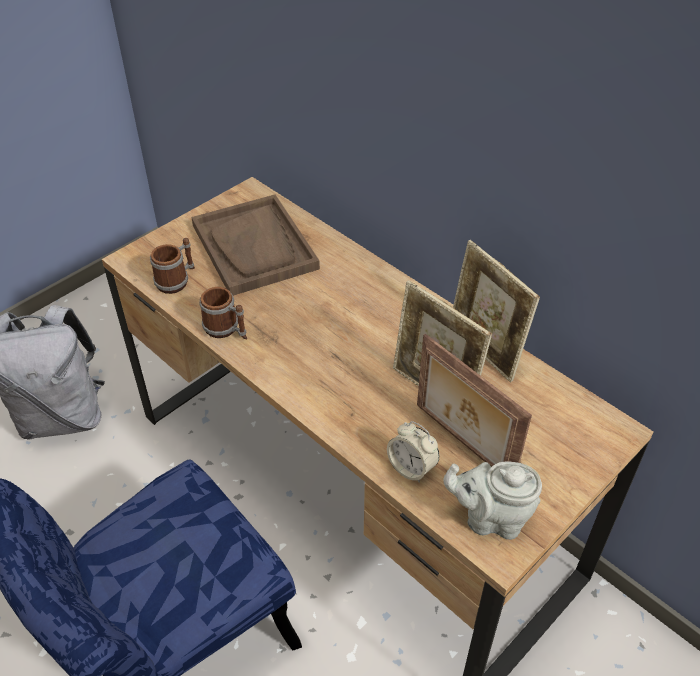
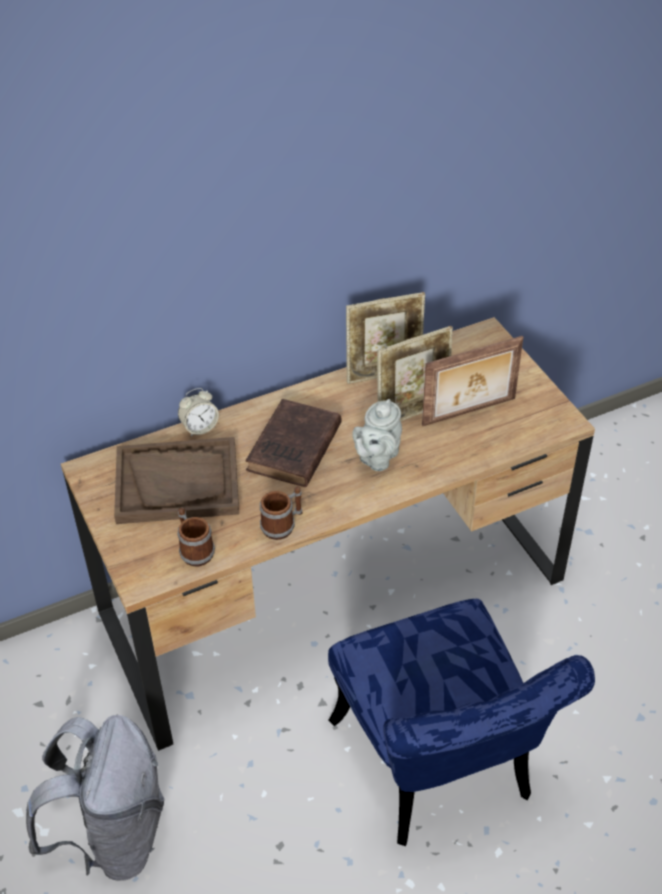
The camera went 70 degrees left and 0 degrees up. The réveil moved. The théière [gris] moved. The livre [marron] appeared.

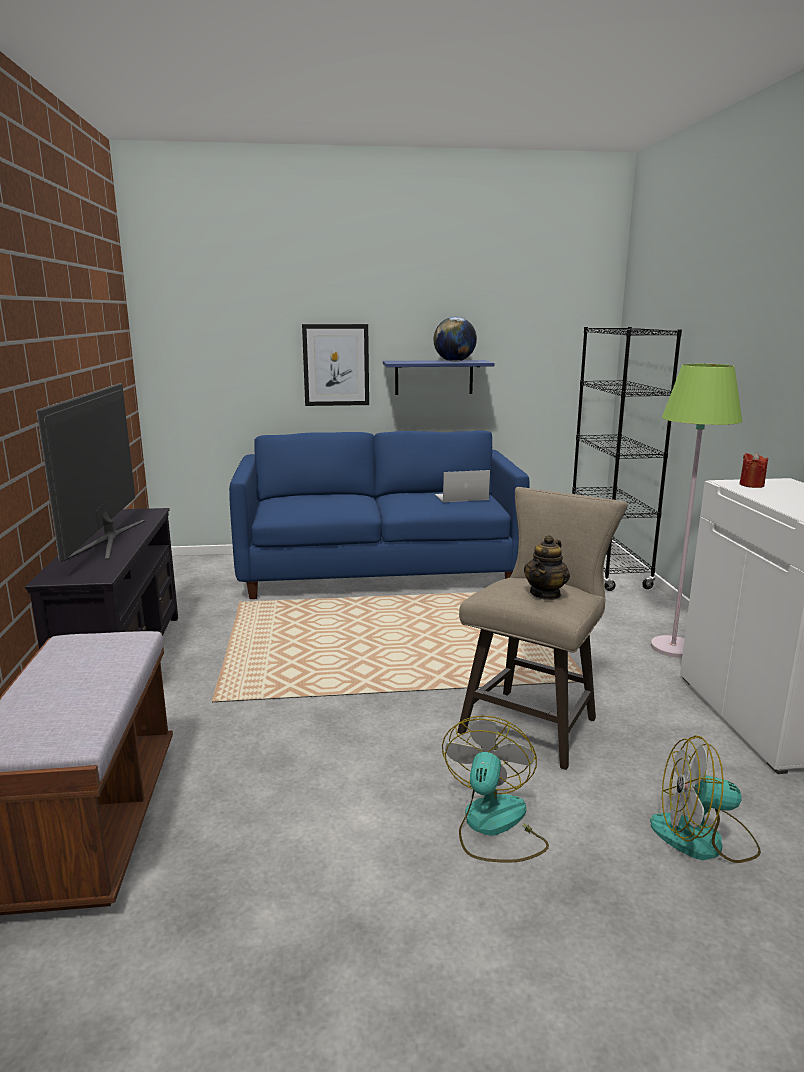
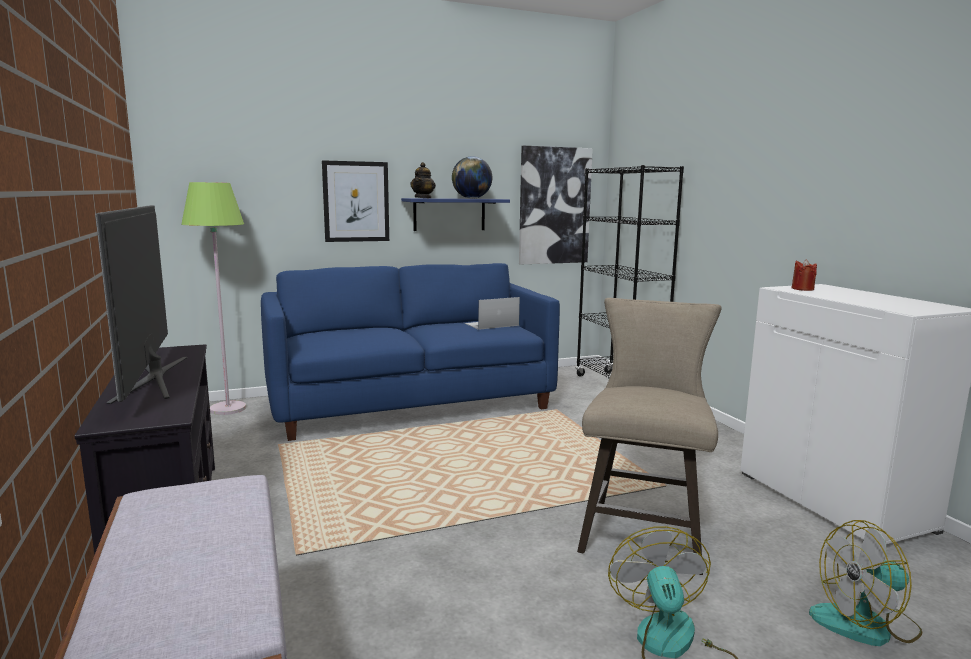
The camera went 15 degrees left and 5 degrees down. The lampadaire [vert] moved. The théière moved. The tableau (no. 2 from left) appeared.

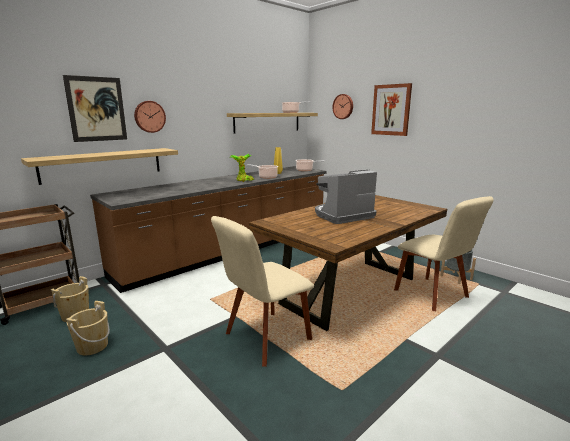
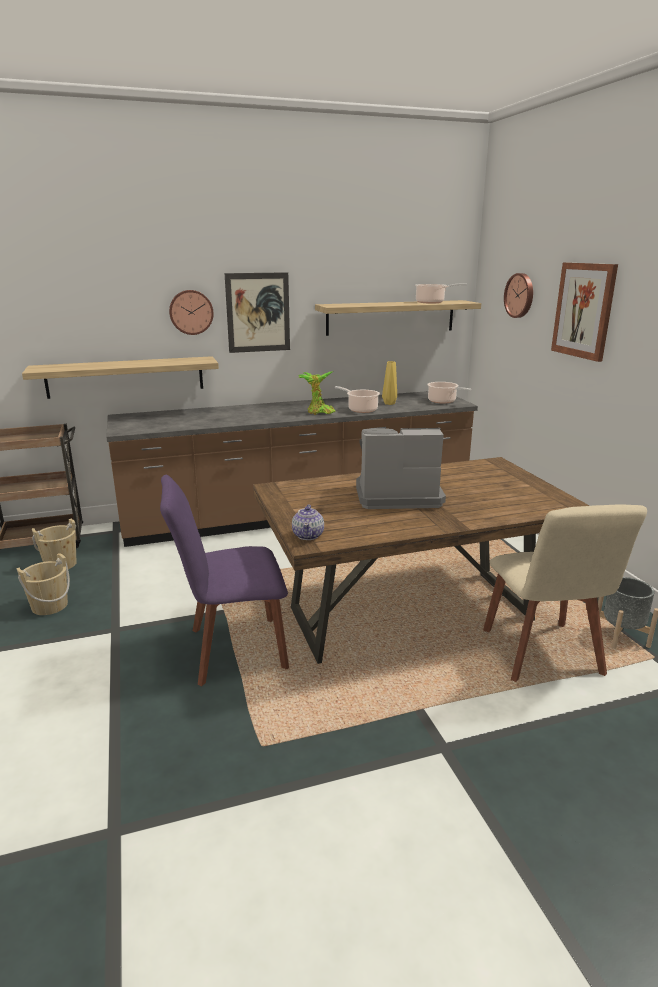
The camera went 25 degrees right and 5 degrees up. The tableau (no. 1 from left) moved. The chaise [beige] (no. 1 from left) became the chaise [violet]. The théière appeared.

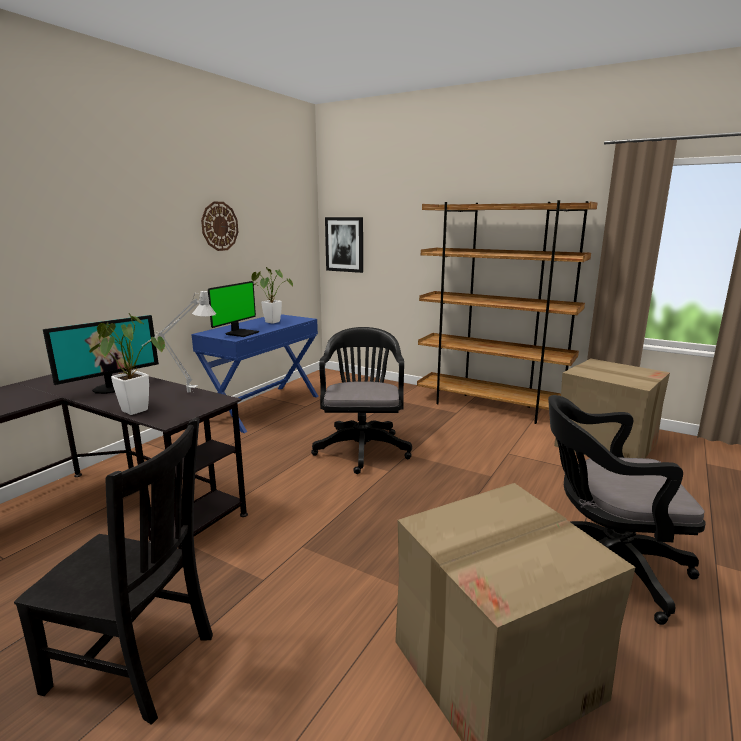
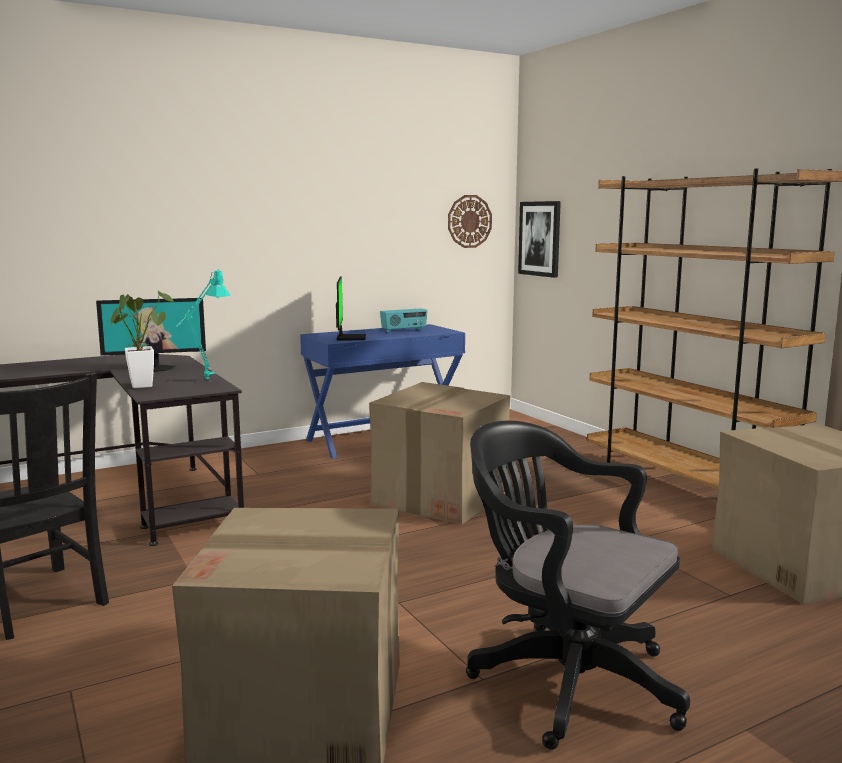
The camera went 30 degrees right and 5 degrees down. The horloge murale moved. The plante en pot (no. 2 from left) was replaced by the radio. The écran d'ordinateur (no. 2 from left) turned 60 degrees counterclockwise. The lampe de table [gris] became the lampe de table [turquoise]. The chaise de bureau [noir] (no. 1 from left) was replaced by the carton (no. 2 from left).

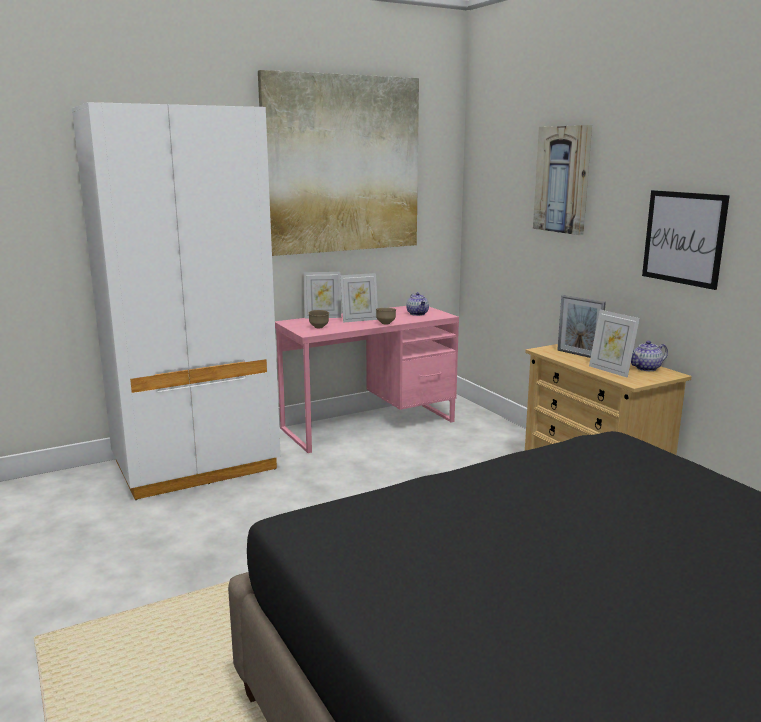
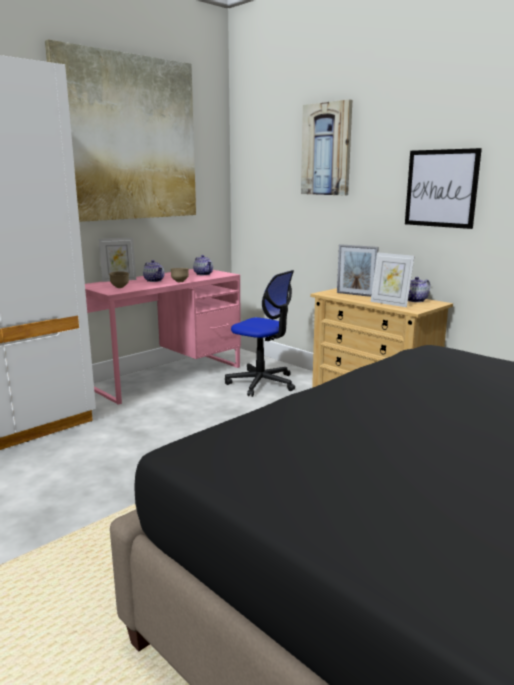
The camera went 15 degrees left and 0 degrees up. The cadre photo (no. 2 from left) was replaced by the théière (no. 1 from left). The chaise de bureau appeared.

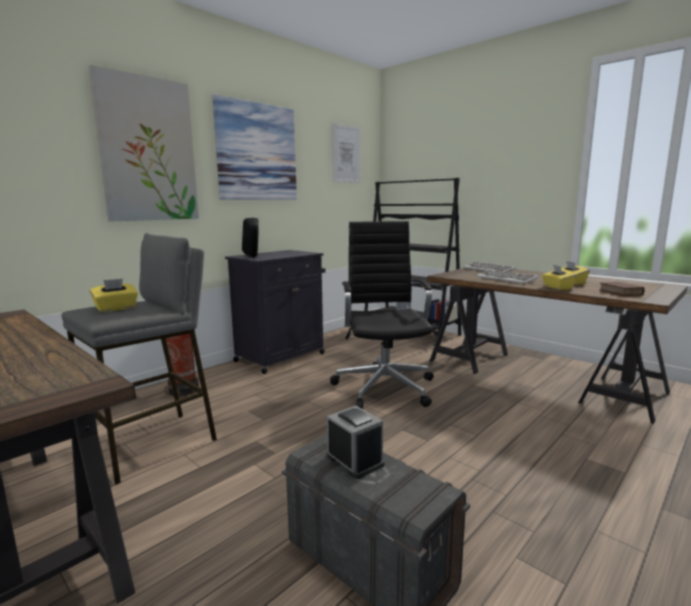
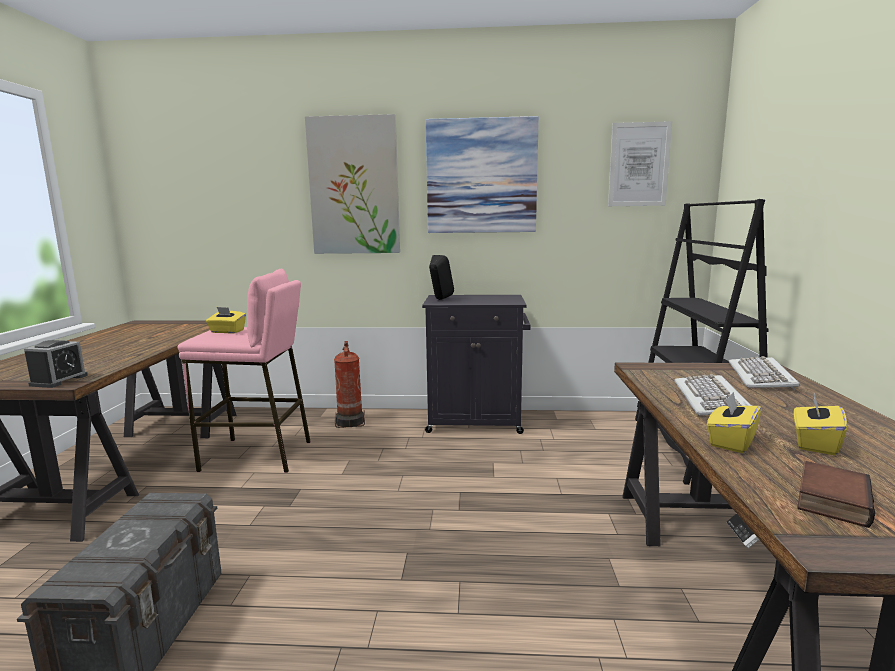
The camera went 50 degrees right and 0 degrees up. The chaise de bureau [noir] disappeared. The tabouret [gris] became the tabouret [rose]. The réveil moved.

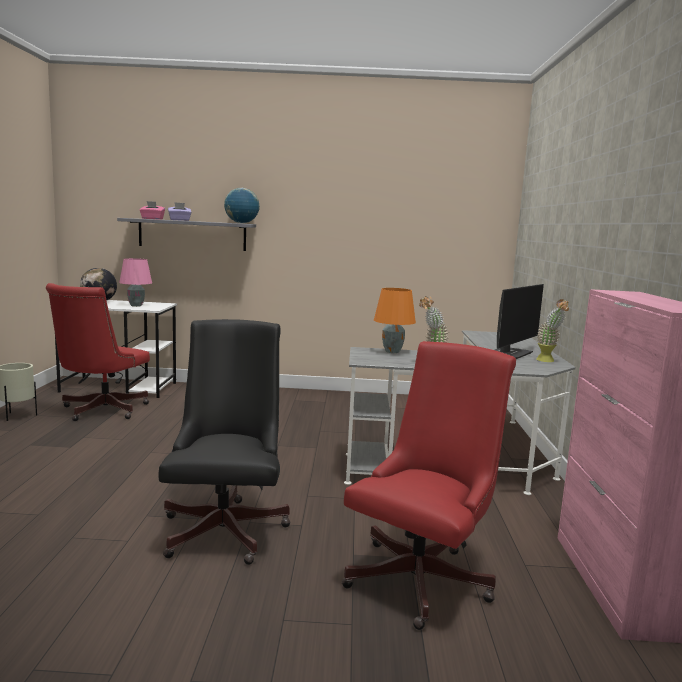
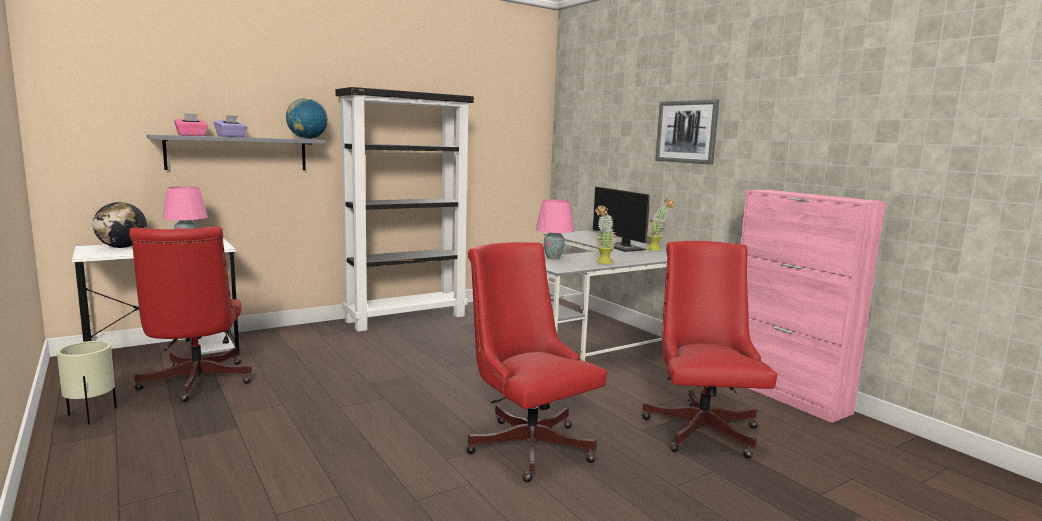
The camera went 35 degrees left and 0 degrees up. The écran d'ordinateur turned 150 degrees clockwise. The lampe de table [orange] became the lampe de table [rose] (no. 2 from left). The chaise de bureau [noir] became the chaise de bureau [rouge] (no. 2 from left). The bibliothèque [noir] appeared. The tableau appeared.

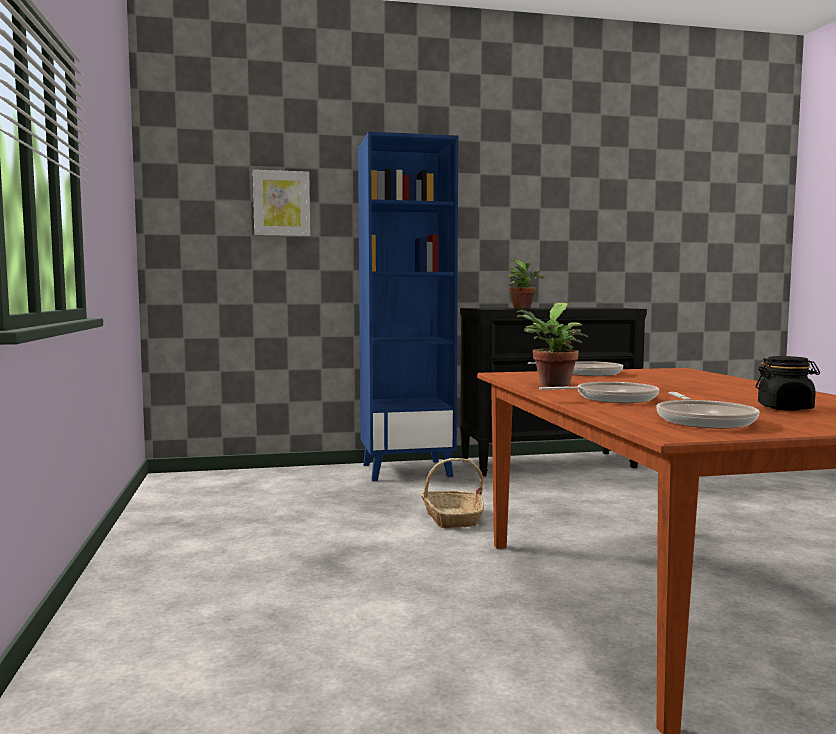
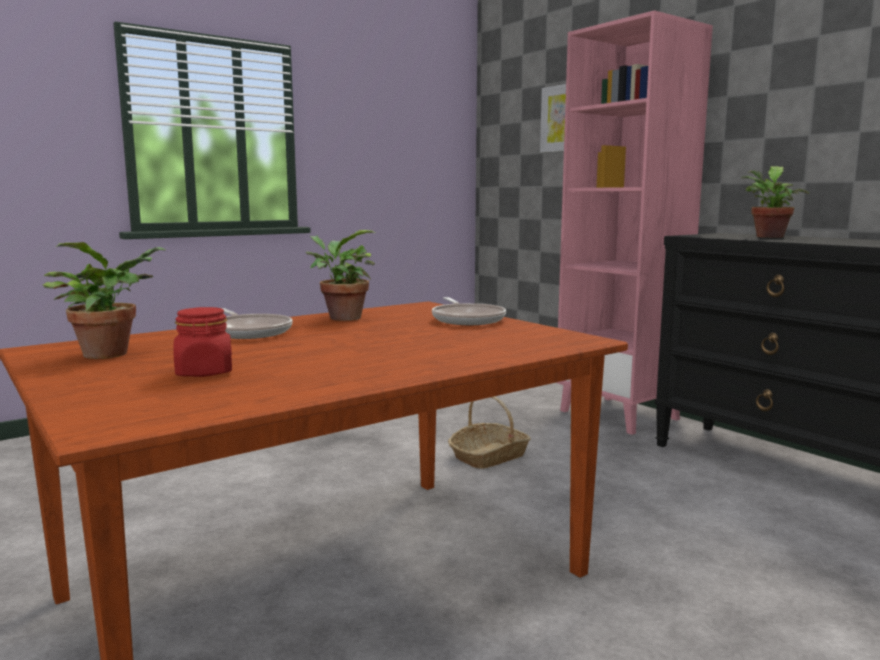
The camera went 65 degrees right and 5 degrees up. The bibliothèque [bleu] became the bibliothèque [rose]. The bocal [noir] became the bocal [rouge]. The poêle (no. 3 from left) was replaced by the plante en pot (no. 1 from left).

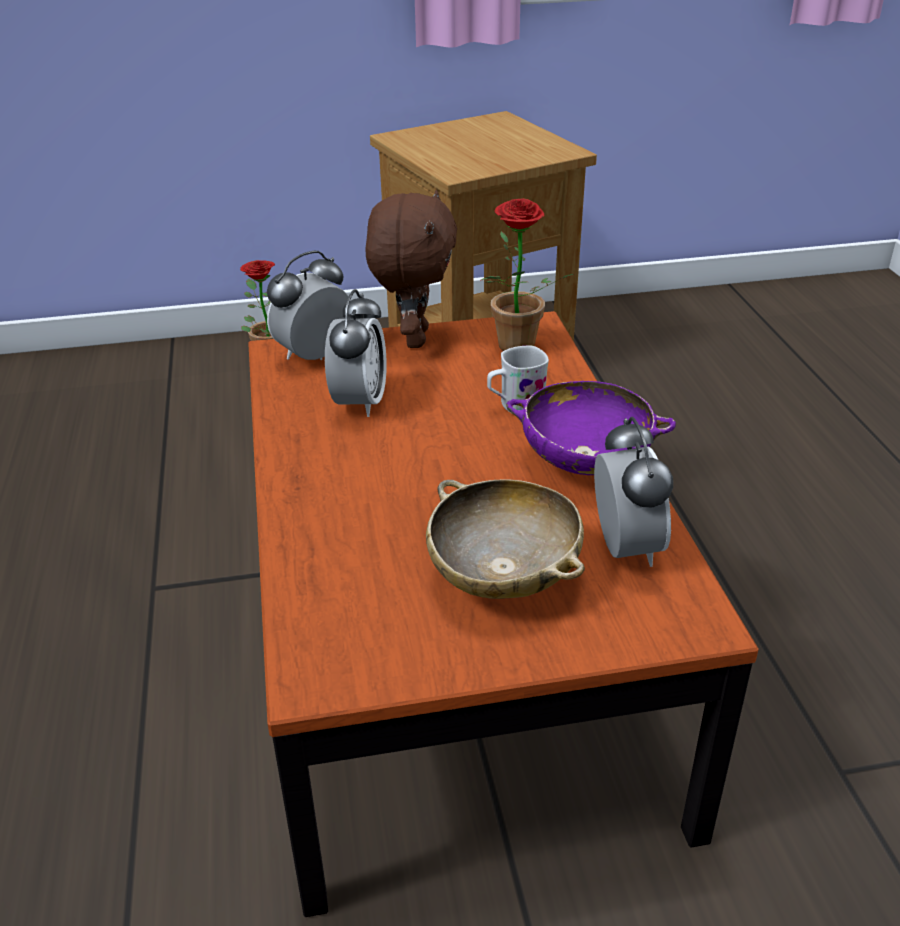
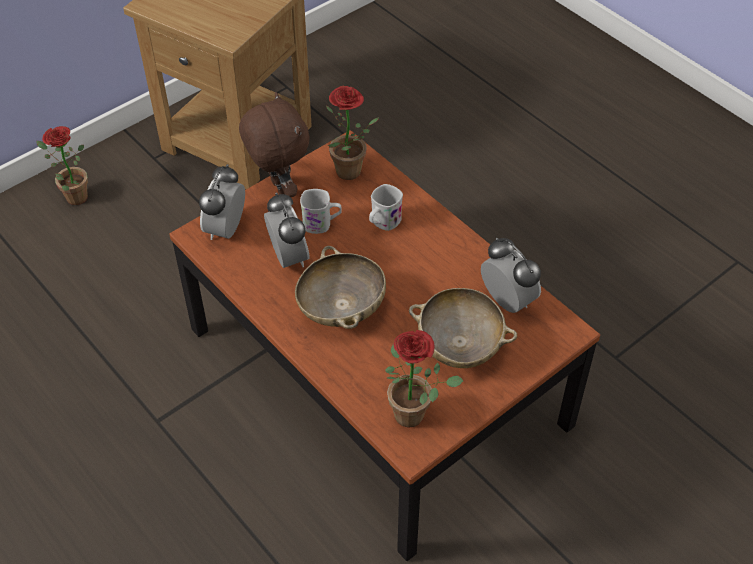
The camera went 30 degrees left and 15 degrees up. The bol [violet] disappeared. The mug [blanc] (no. 1 from left) appeared. The bol [beige] (no. 1 from left) appeared. The plante en pot (no. 3 from left) appeared.

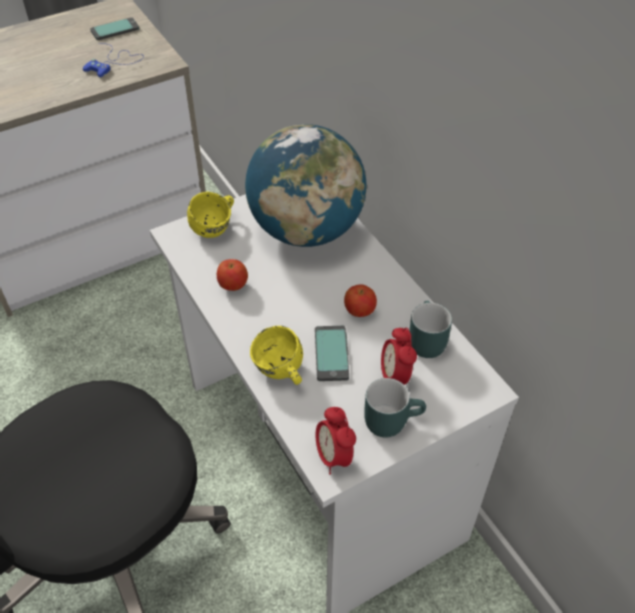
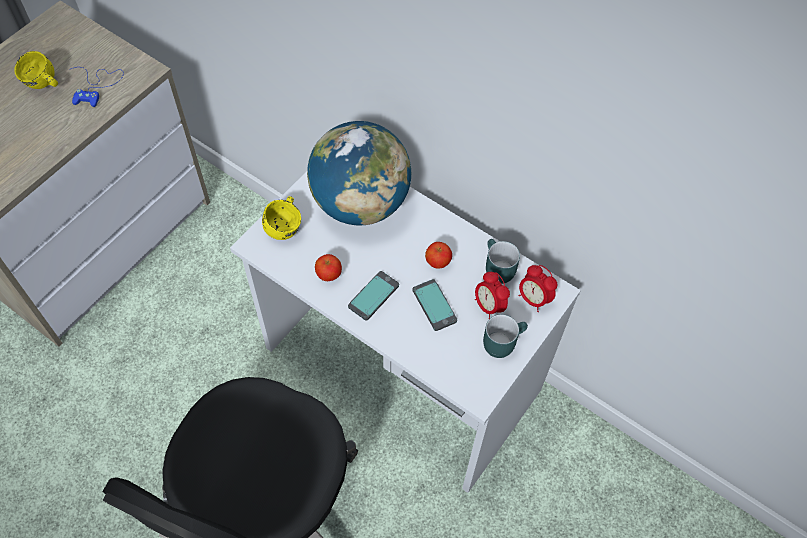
The camera went 25 degrees left and 10 degrees up. The téléphone (no. 1 from left) moved. The mug [jaune] (no. 2 from left in the first image) moved. The réveil (no. 1 from left in the first image) moved.

